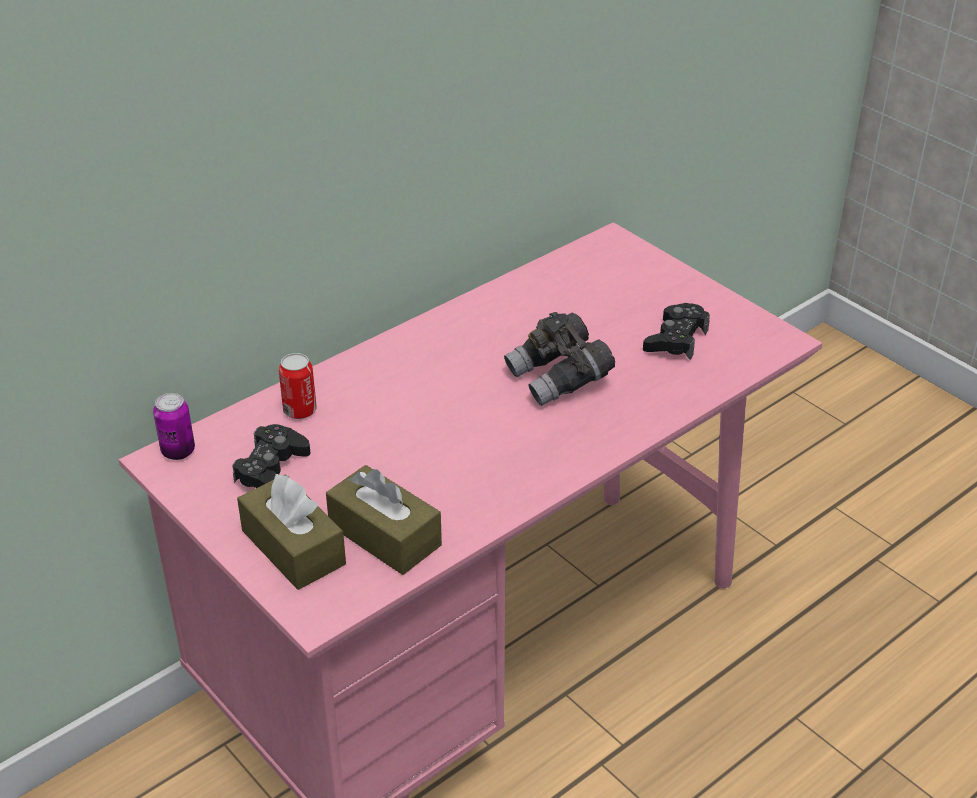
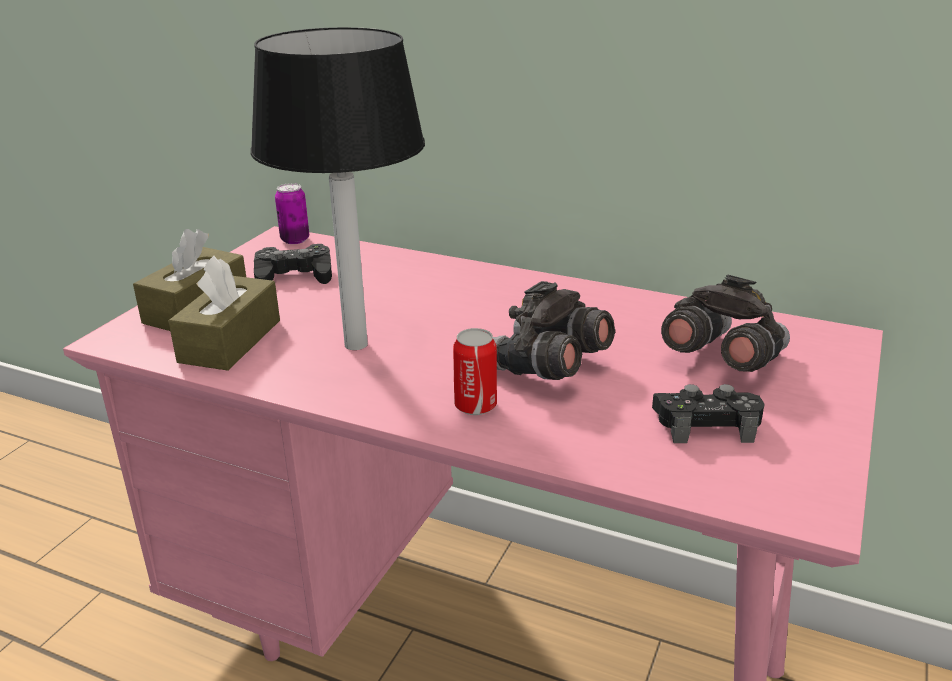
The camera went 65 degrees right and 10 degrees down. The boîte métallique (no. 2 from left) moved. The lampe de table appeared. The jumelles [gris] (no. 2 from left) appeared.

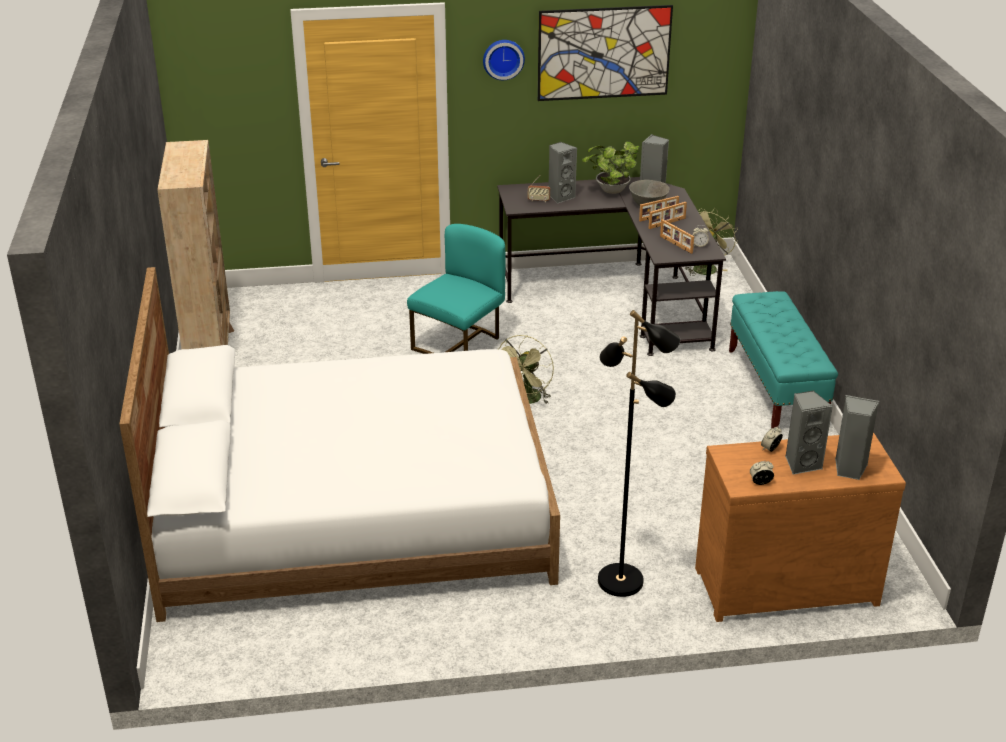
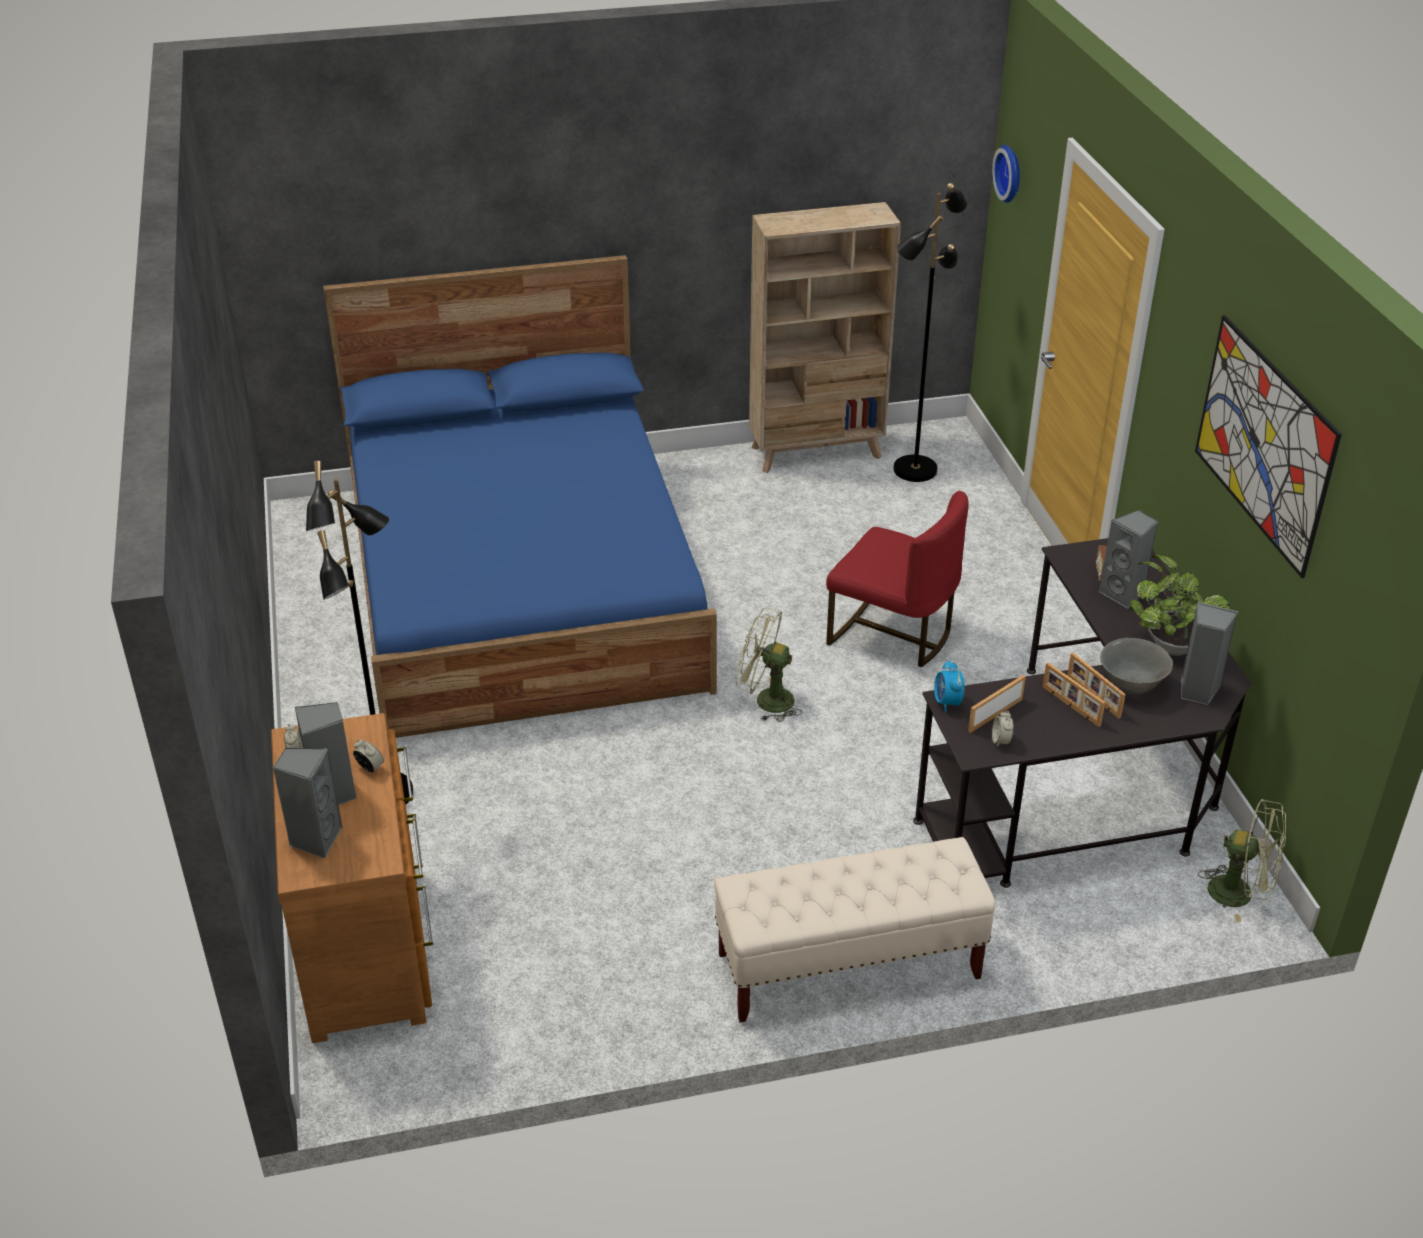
The camera went 85 degrees right and 5 degrees up. The horloge murale moved. The chaise [turquoise] became the chaise [rouge]. The lit [blanc] became the lit [bleu]. The banc [turquoise] became the banc [beige]. The lampadaire [noir] (no. 2 from left) appeared. The réveil (no. 3 from left) appeared.

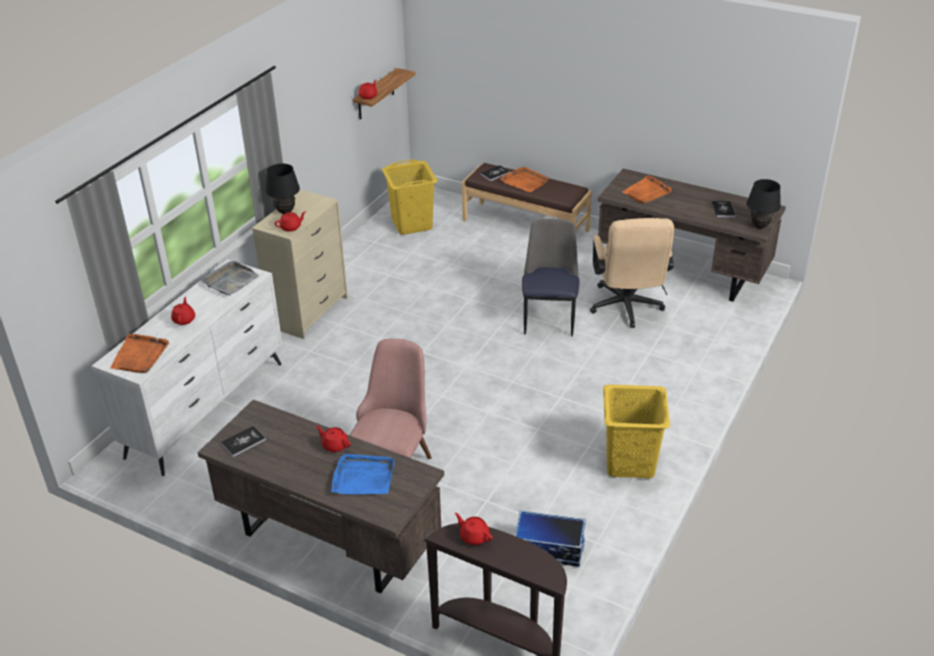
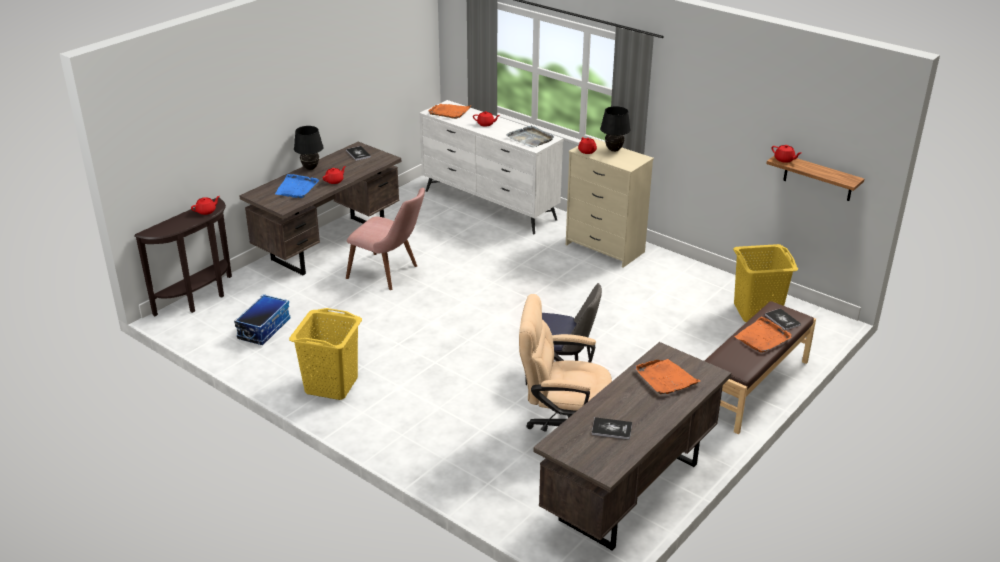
The camera went 100 degrees right and 5 degrees down. The lampe de table [noir] (no. 2 from left in the first image) moved.

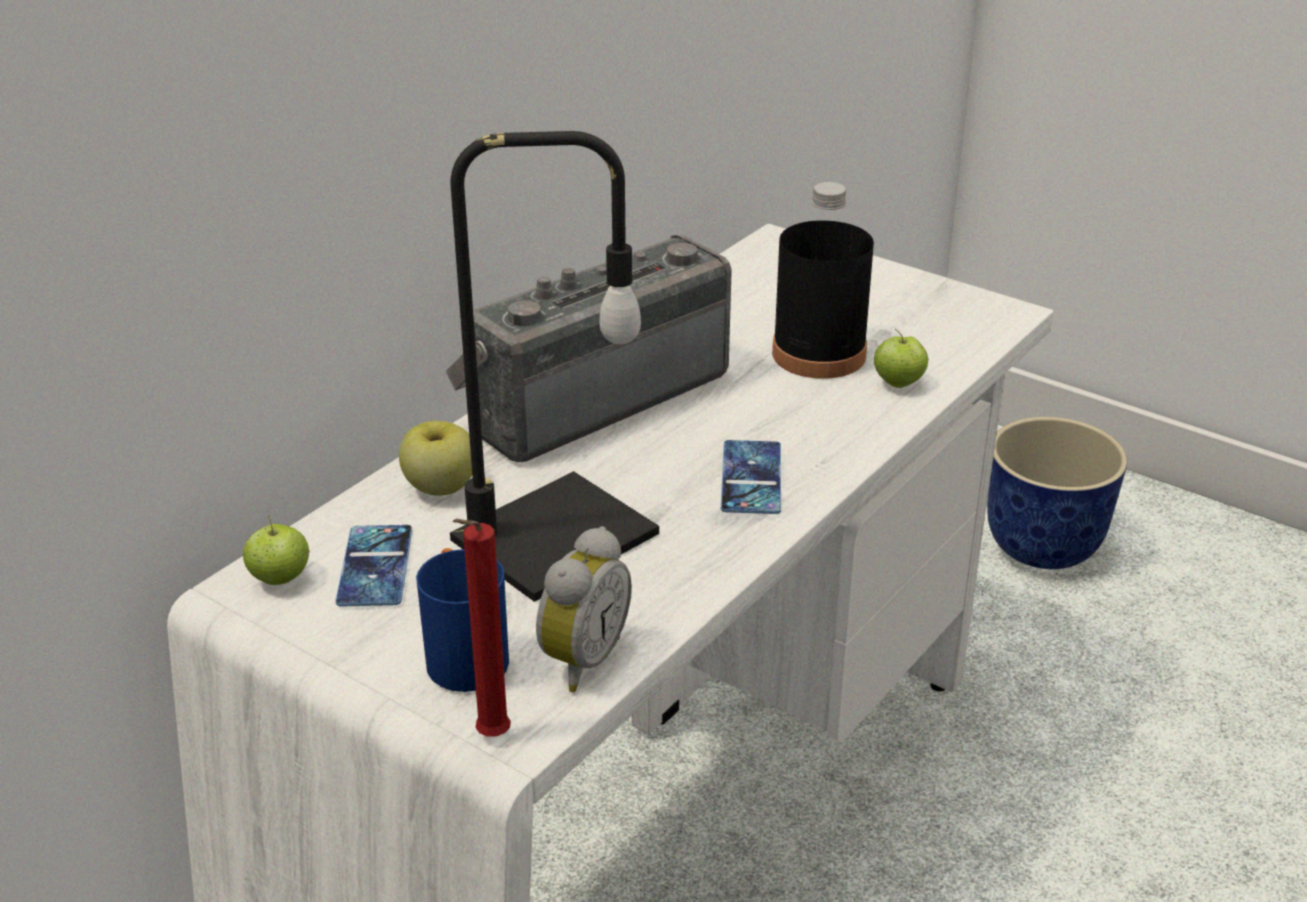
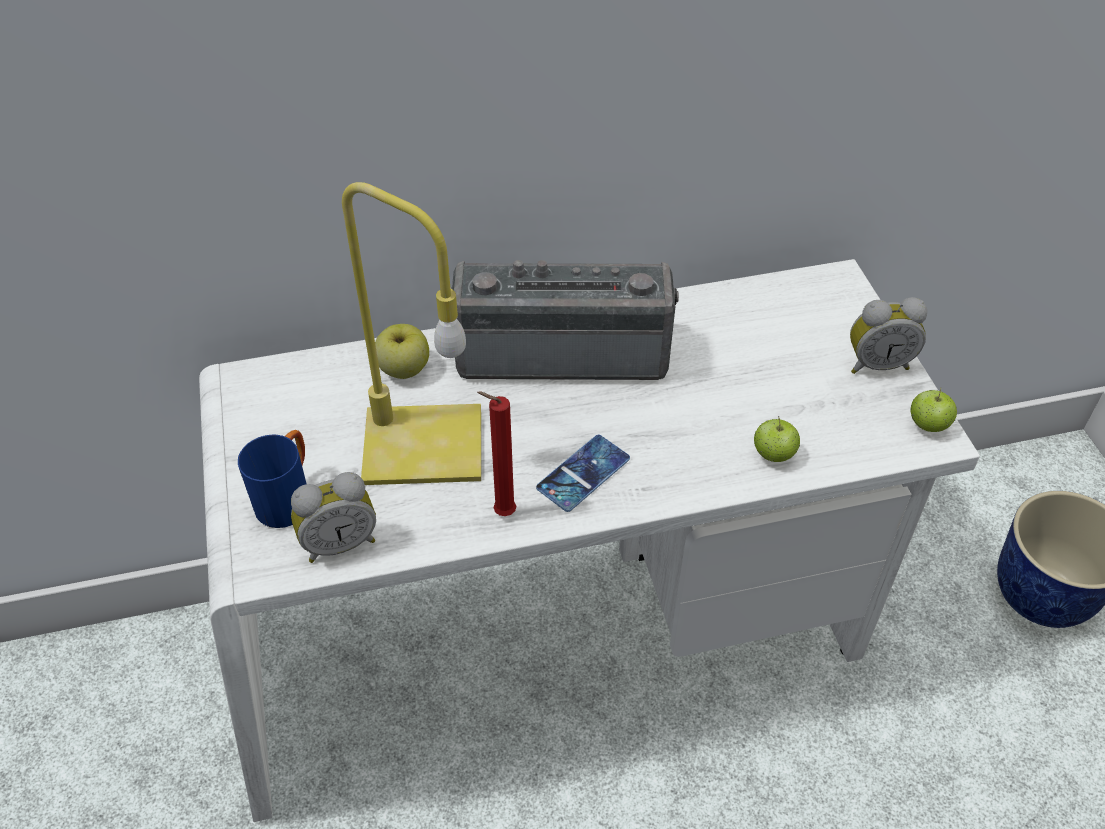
The camera went 40 degrees right and 15 degrees up. The lampe de table [noir] became the lampe de table [jaune]. The bouteille [noir] disappeared. The pomme (no. 1 from left in the first image) moved. The bougie [rouge] moved. The téléphone (no. 1 from left) disappeared. The réveil (no. 2 from left) appeared.

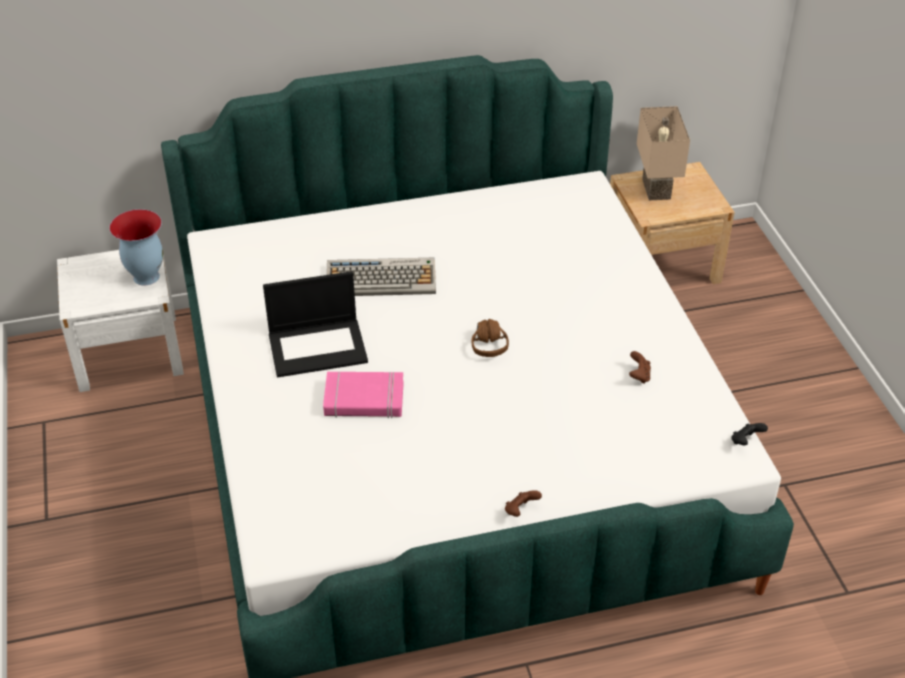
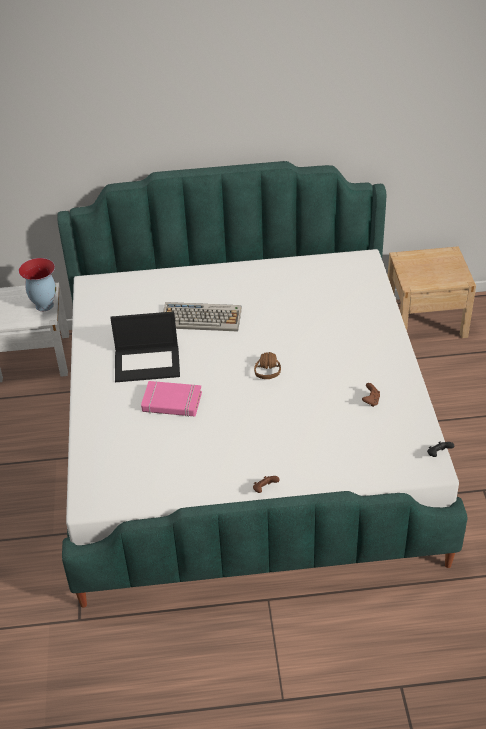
The camera went 10 degrees right and 0 degrees up. The lampe de table [beige] disappeared.

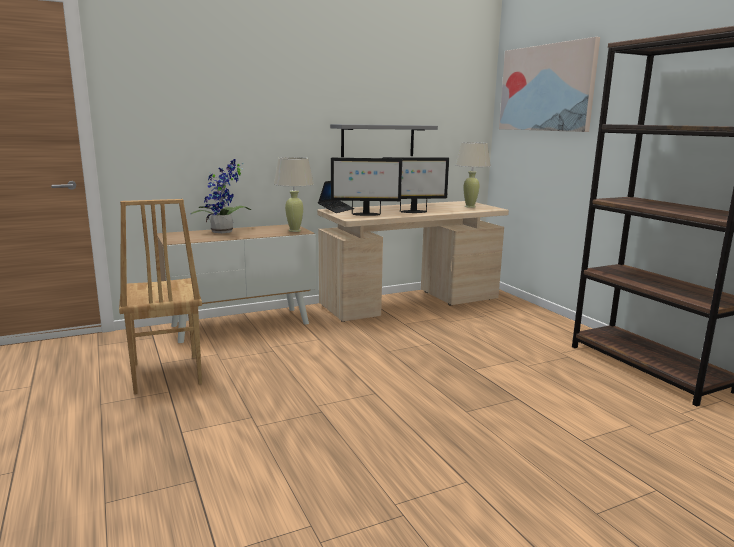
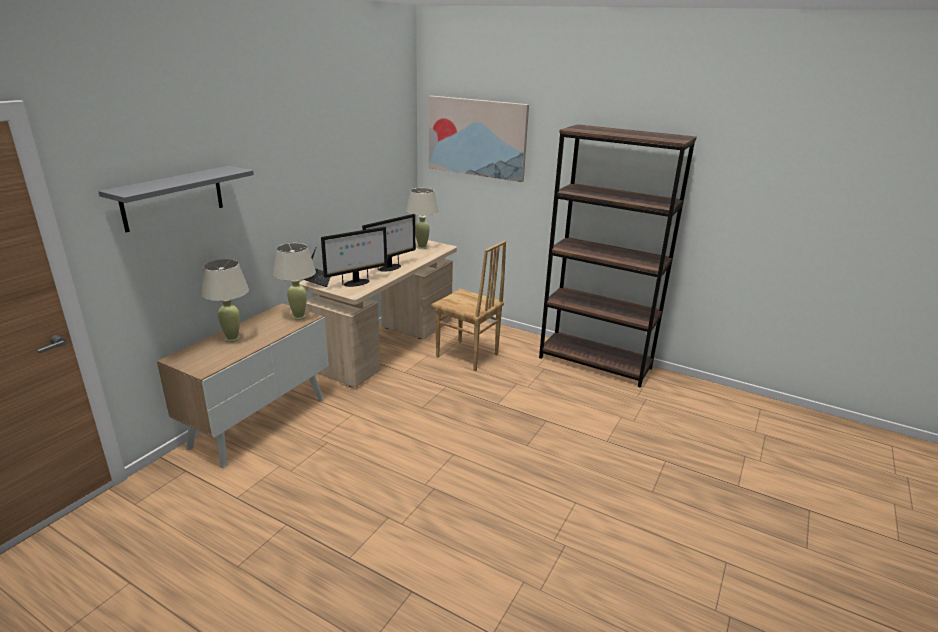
The camera went 35 degrees left and 10 degrees up. The étagère [gris] moved. The plante en pot was replaced by the lampe de table [beige] (no. 1 from left). The chaise [marron] moved.

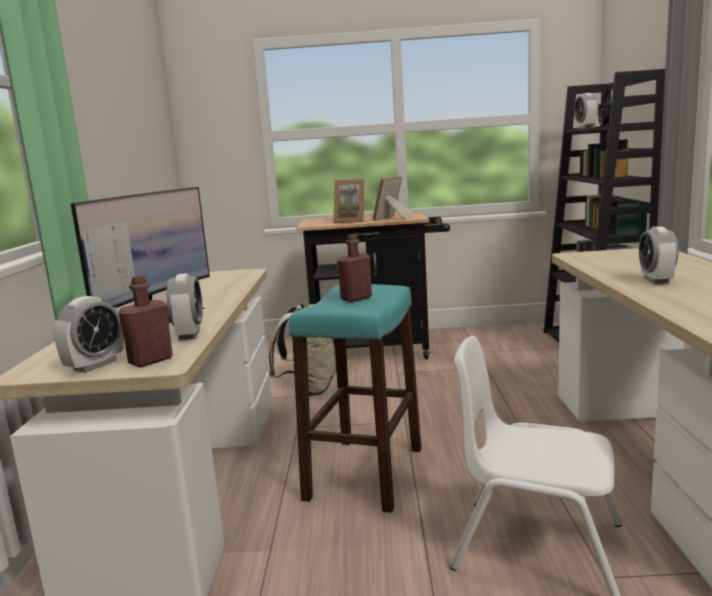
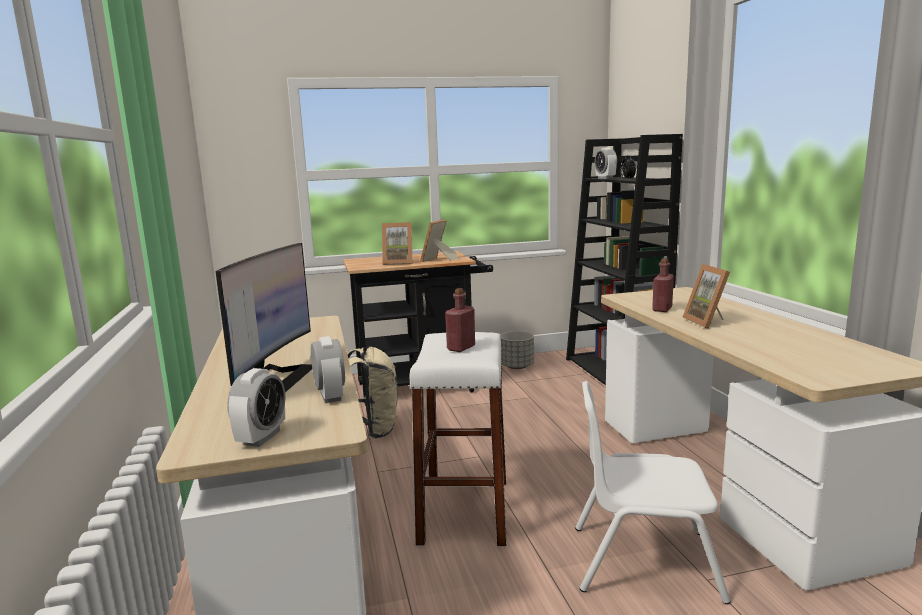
The camera went 15 degrees left and 0 degrees up. The réveil (no. 5 from left) was replaced by the cadre photo (no. 3 from left). The bouteille [rouge] (no. 1 from left in the first image) moved. The tabouret [turquoise] became the tabouret [blanc]. The cache-pot [gris] appeared.

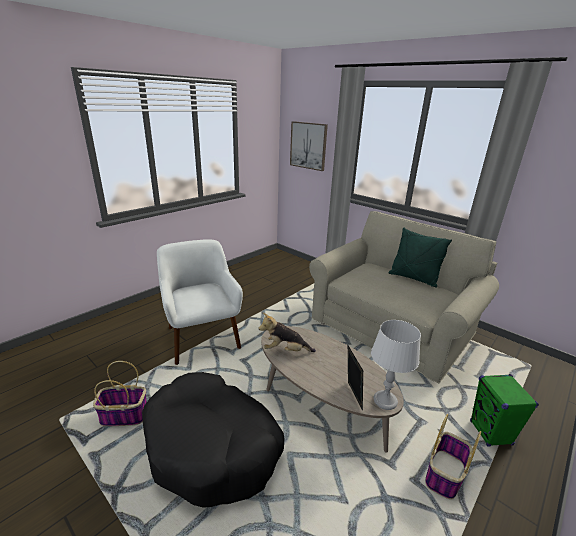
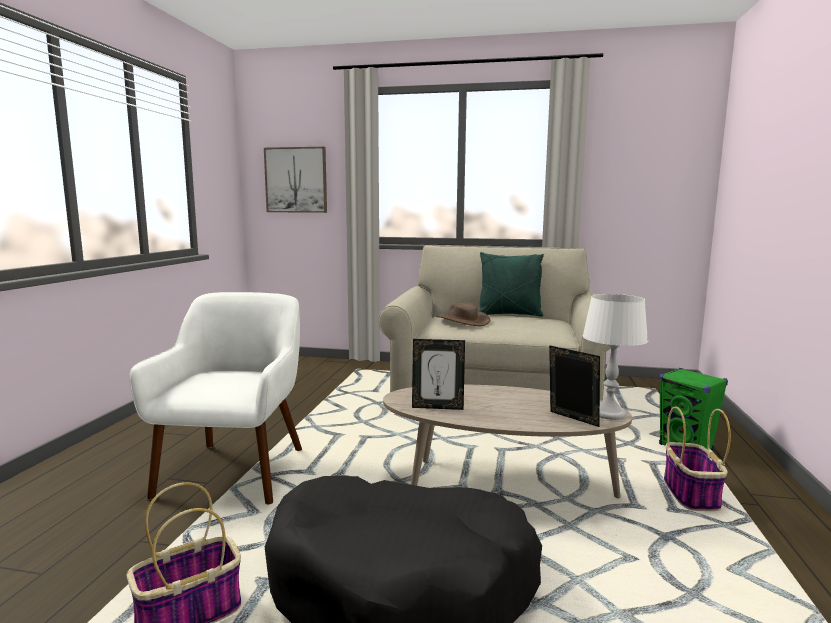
The camera went 30 degrees left and 15 degrees down. The fauteuil [blanc] turned 60 degrees clockwise. The peluche was replaced by the cadre photo (no. 1 from left). The chapeau [marron] appeared.

